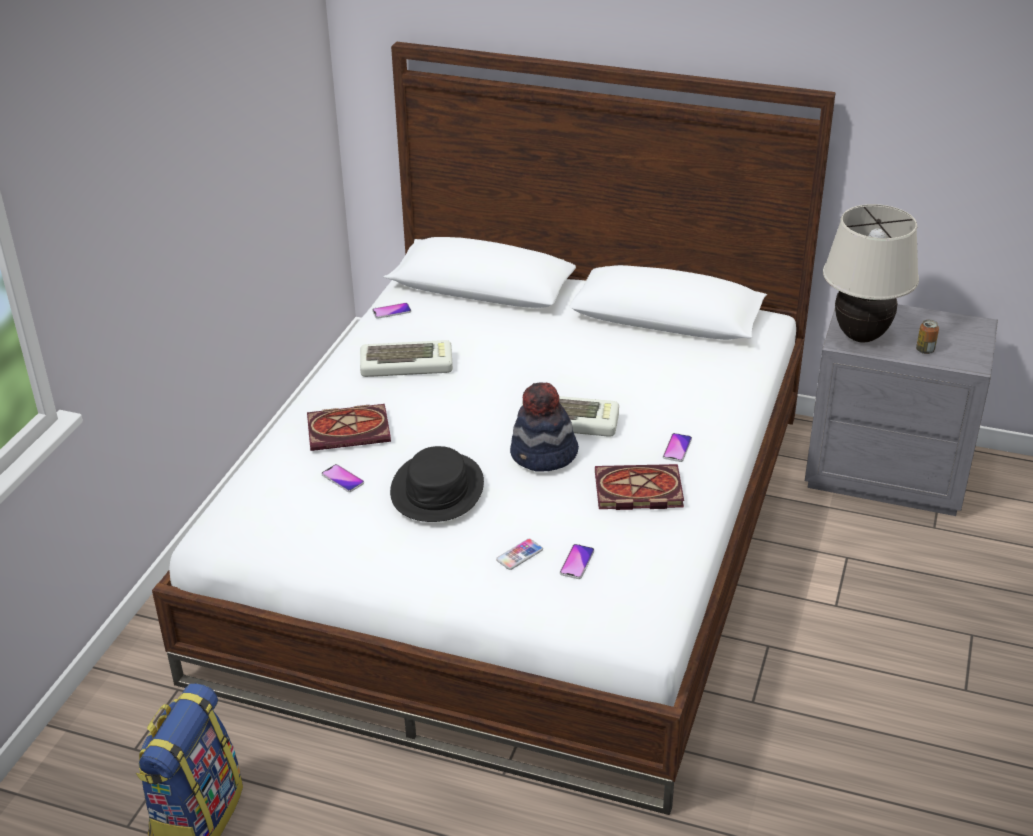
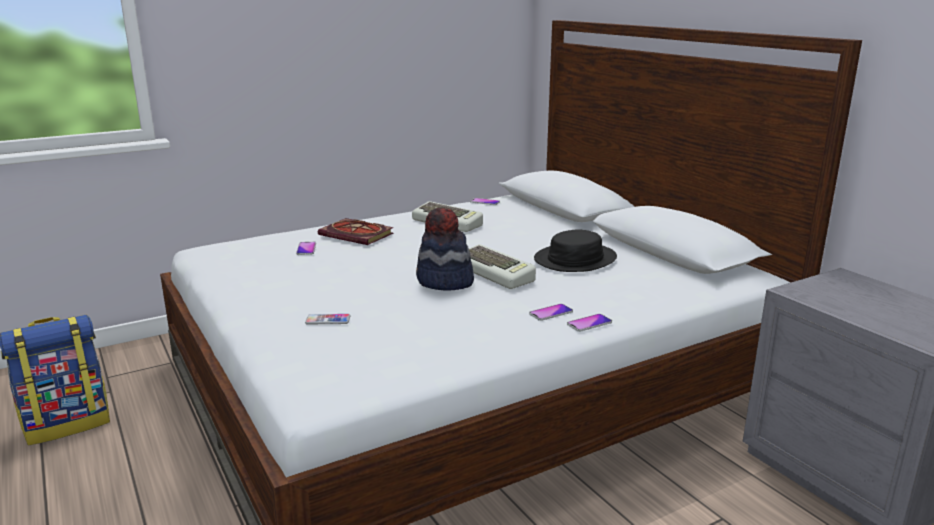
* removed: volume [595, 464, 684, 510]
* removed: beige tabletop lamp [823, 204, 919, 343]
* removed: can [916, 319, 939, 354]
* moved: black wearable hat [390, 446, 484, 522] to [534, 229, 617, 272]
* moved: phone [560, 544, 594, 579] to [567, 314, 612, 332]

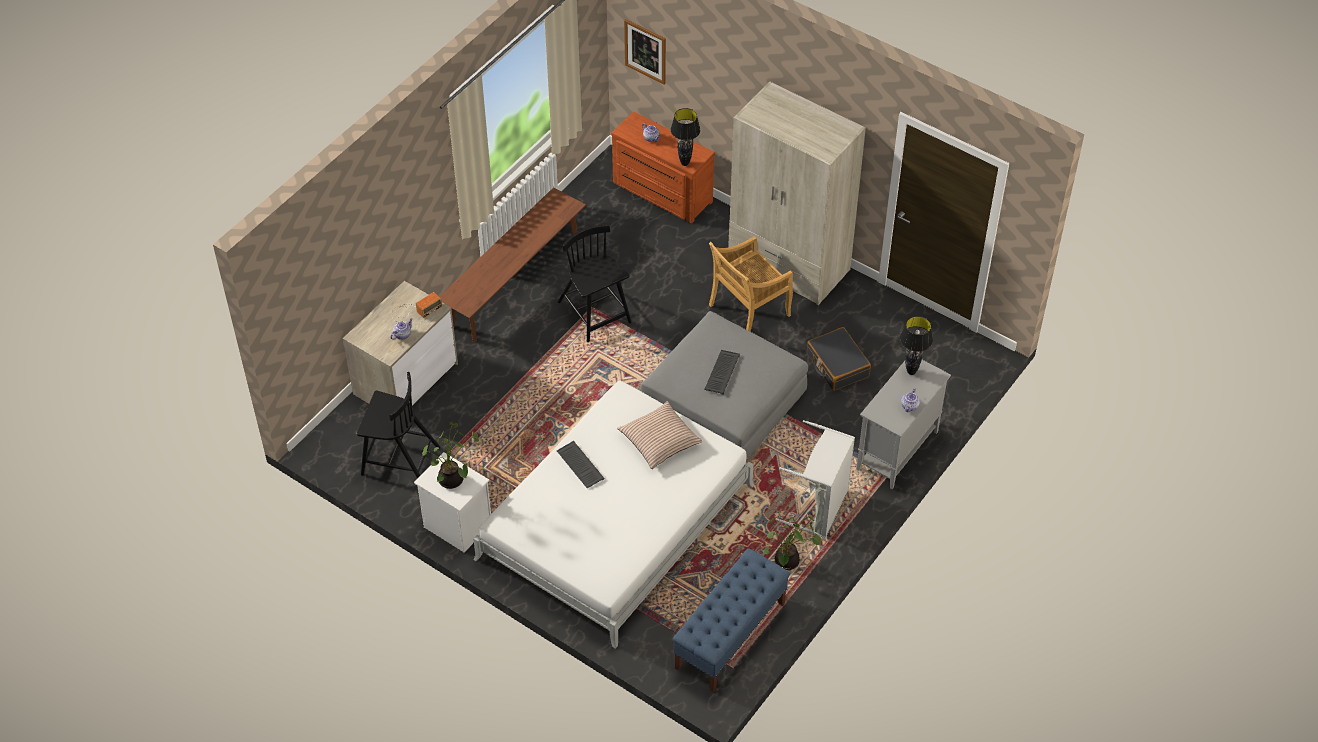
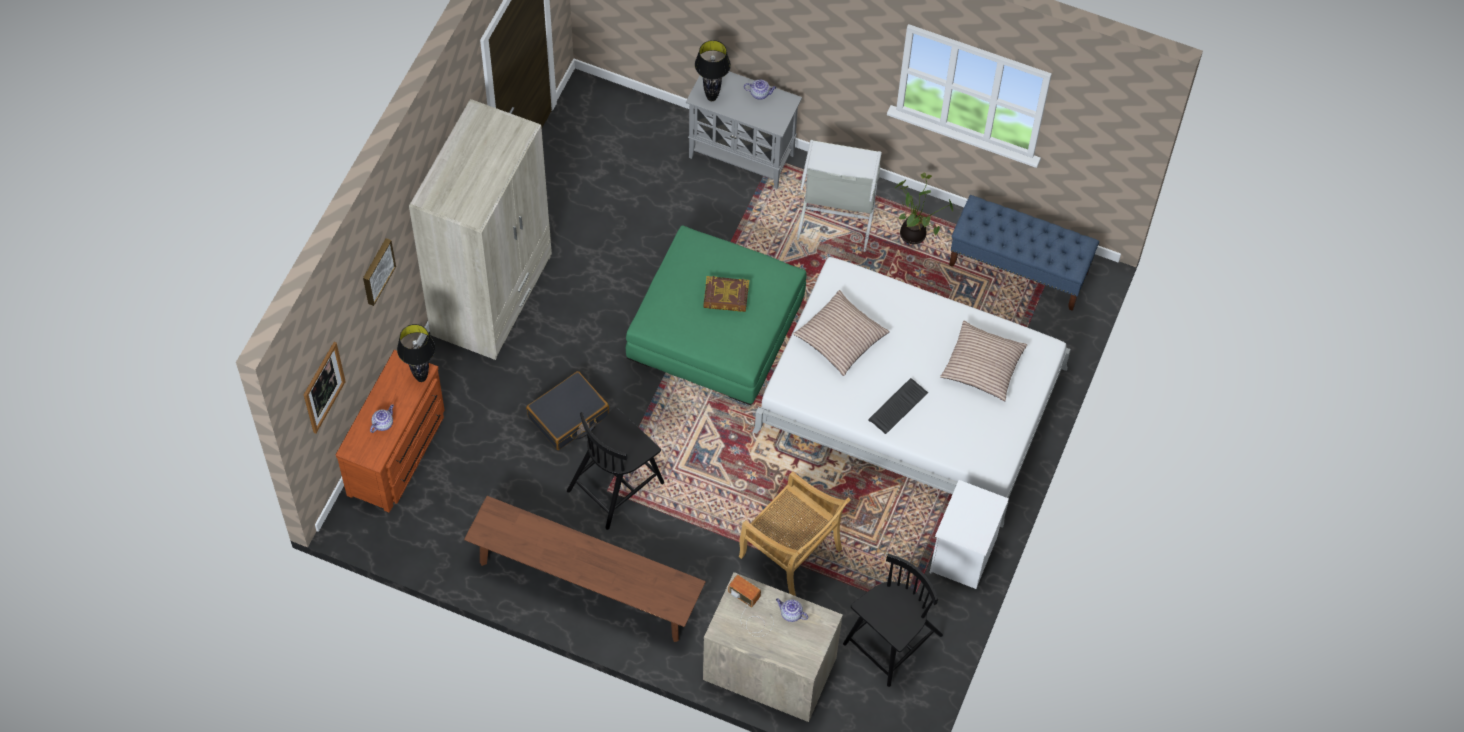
* removed: houseplant [422, 422, 479, 489]
* added: wall art [363, 238, 396, 306]
* added: throw pillow [940, 321, 1027, 401]
* moved: beige plain chair [709, 236, 793, 332] to [739, 471, 851, 596]
* moved: black travel case [807, 327, 871, 391] to [526, 371, 609, 450]
* replaced: PC keyboard [704, 350, 740, 395] to volume [703, 276, 749, 312]
* recoloured: grey ottoman [641, 311, 808, 459] to green ottoman [626, 225, 806, 406]
* turned: black plain chair [357, 372, 440, 479] = [843, 554, 943, 687] 45 degrees clockwise

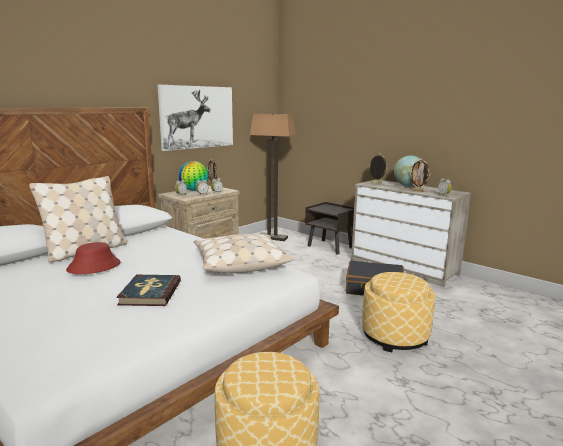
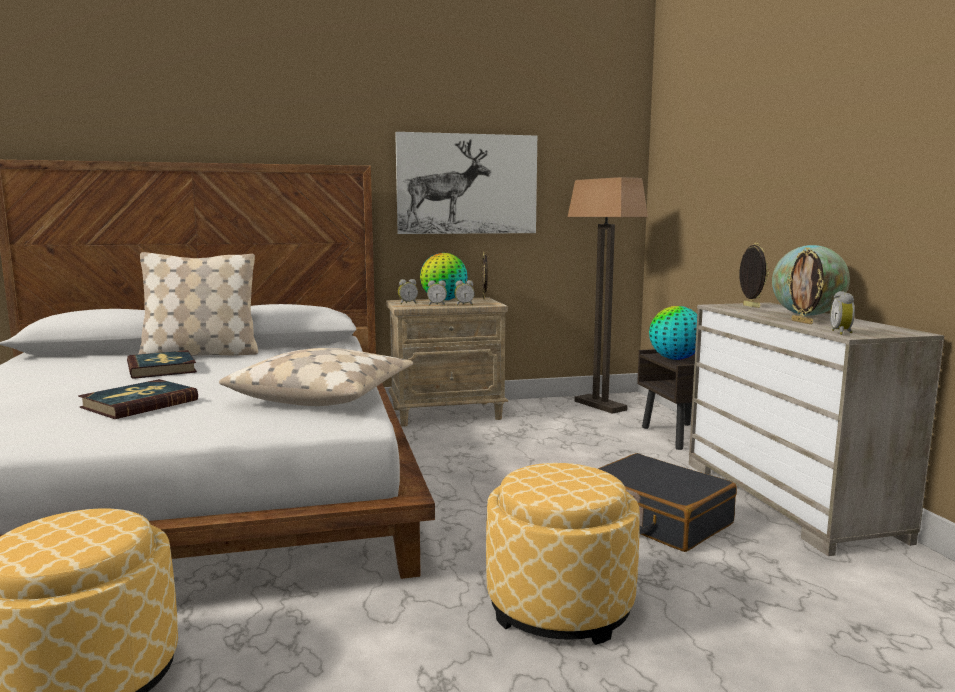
* added: desk globe [649, 306, 697, 360]
* replaced: reddish wearable hat [66, 242, 121, 274] to volume [127, 350, 197, 379]

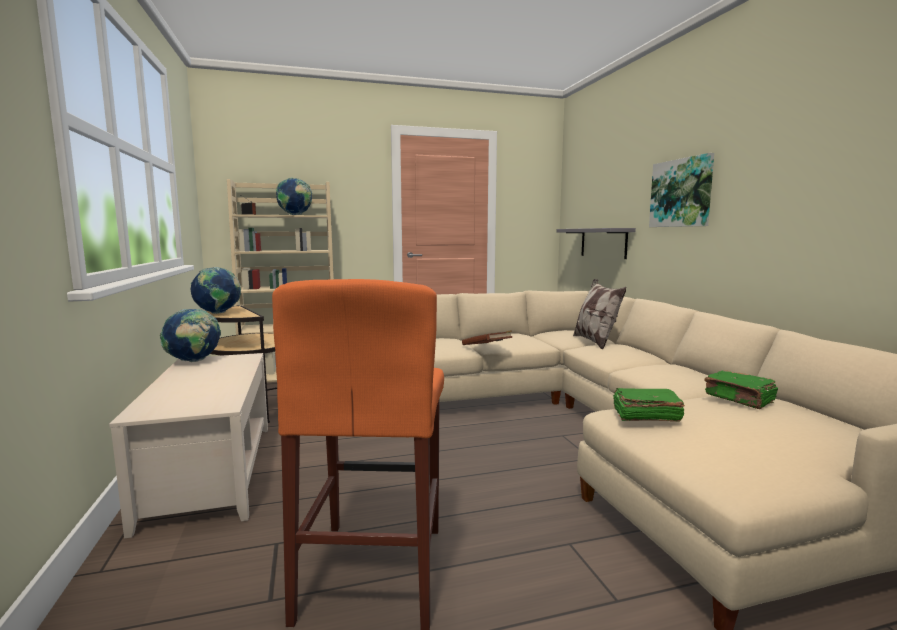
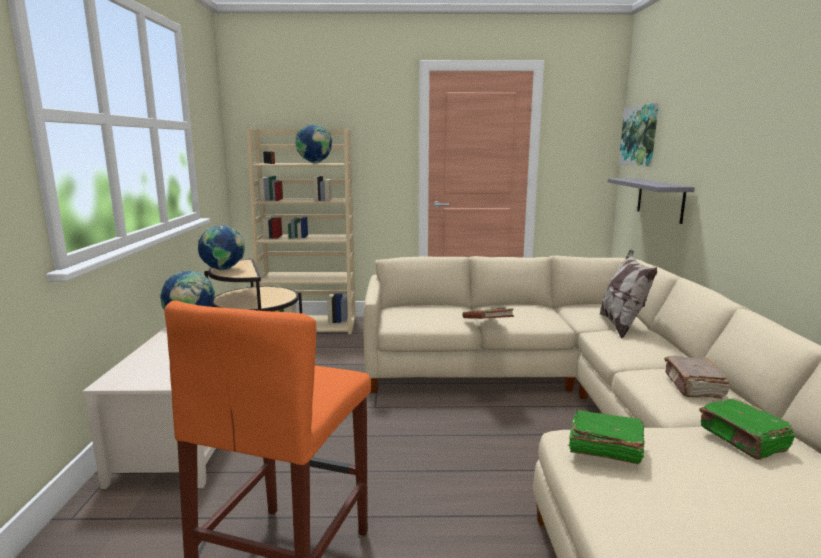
* added: brown-coloured volume [664, 356, 730, 399]
* moved: wall art [649, 153, 714, 227] to [619, 103, 659, 167]

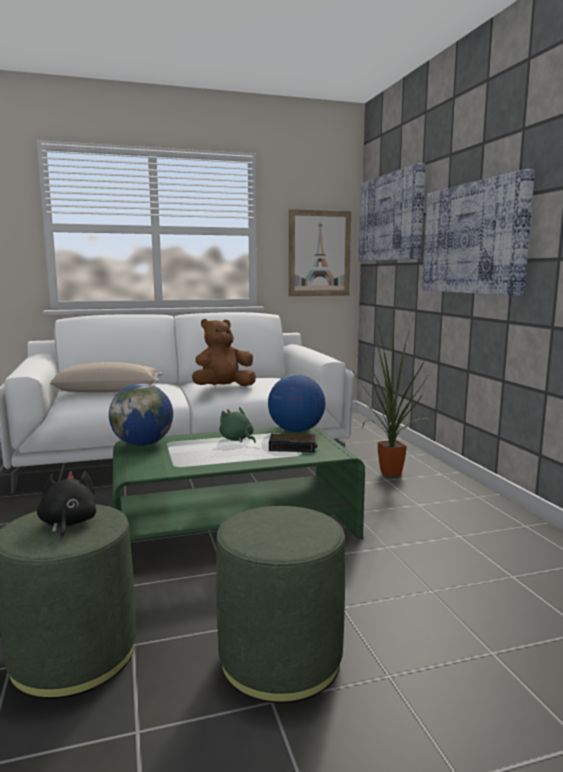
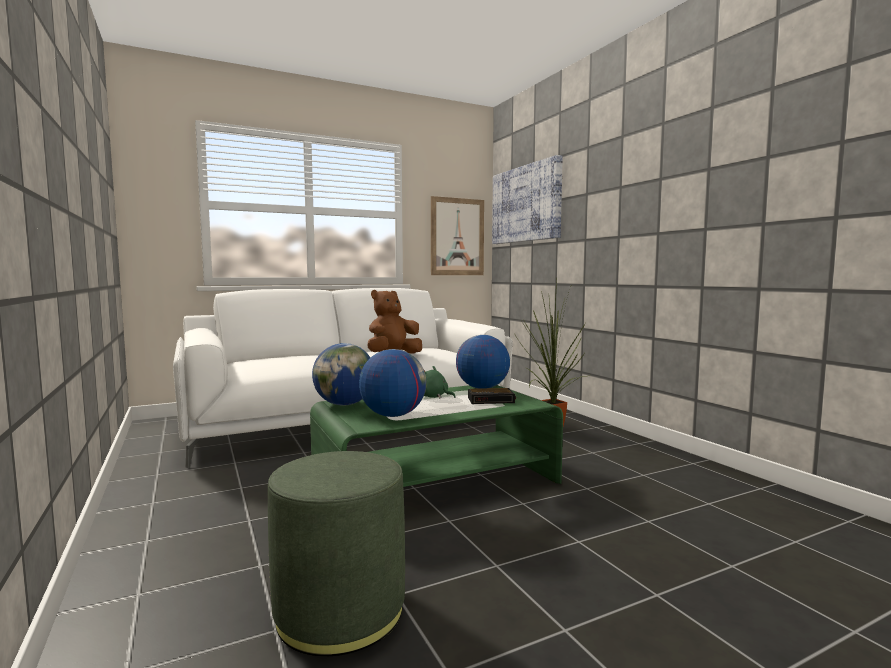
* removed: black cuddly toy [37, 471, 96, 540]
* removed: beige throw pillow [50, 362, 163, 392]
* removed: green ottoman [216, 506, 345, 703]
* removed: wall art [422, 169, 535, 296]
* added: desk globe [359, 349, 427, 417]

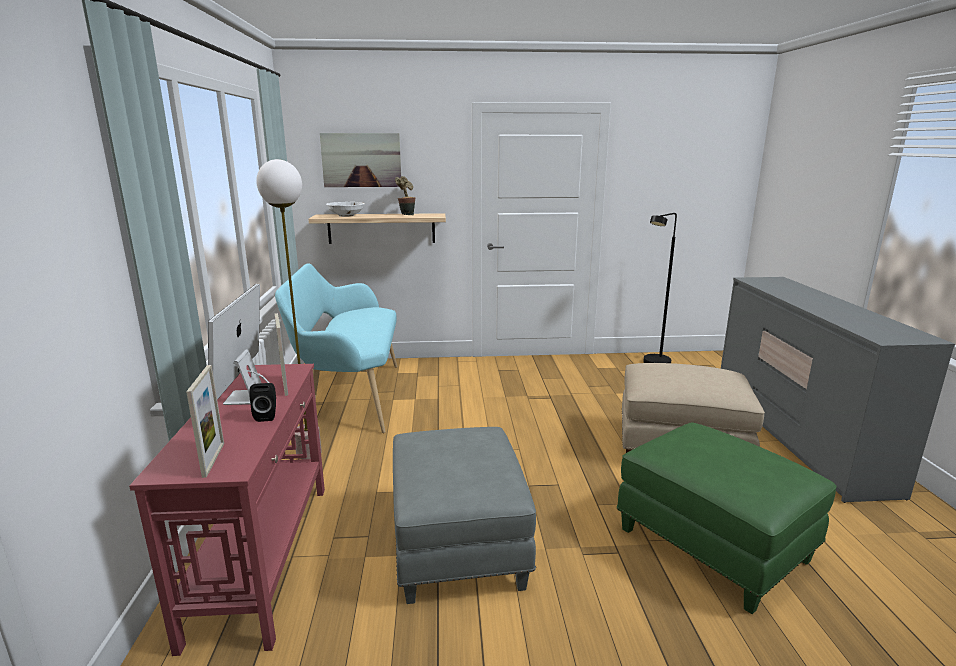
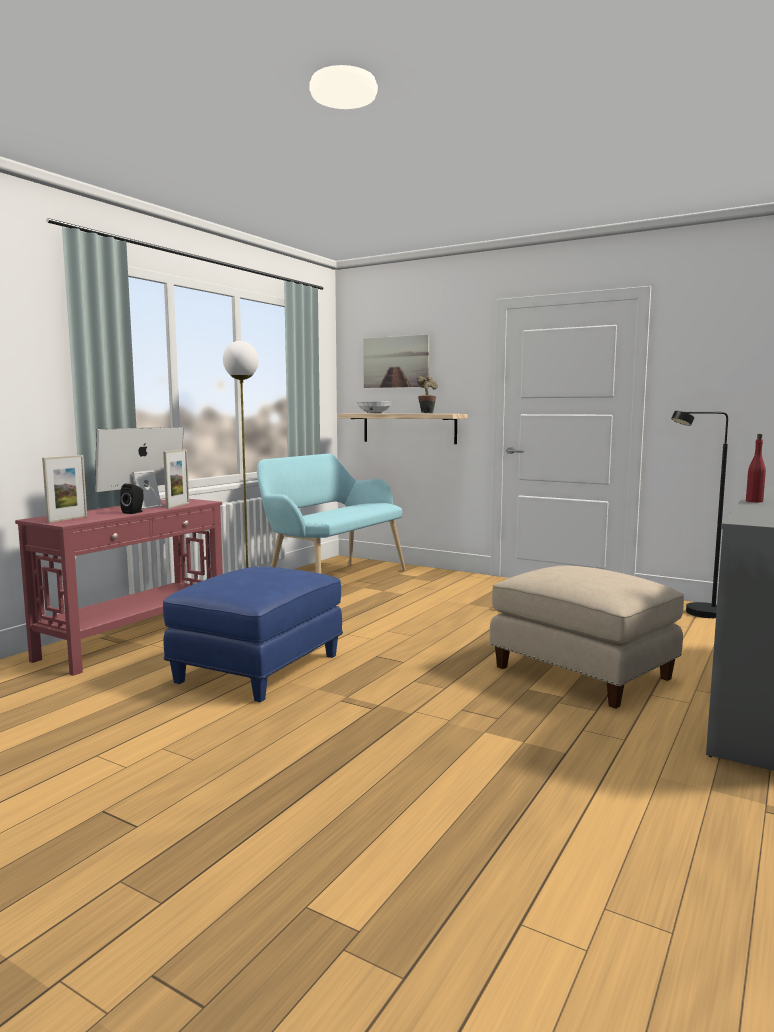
* removed: green ottoman [617, 422, 837, 614]
* added: reddish beverage bottle [746, 434, 766, 502]
* recoloured: grey ottoman [393, 427, 536, 604] to blue ottoman [163, 567, 343, 702]

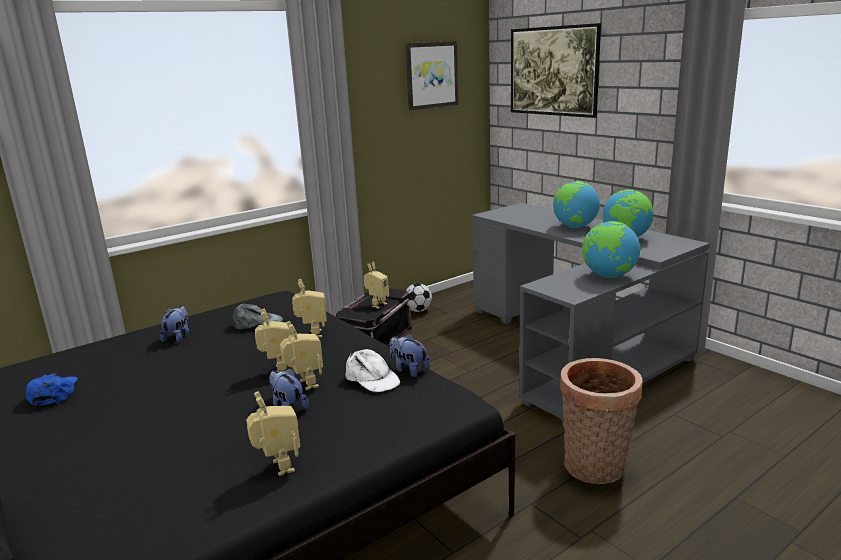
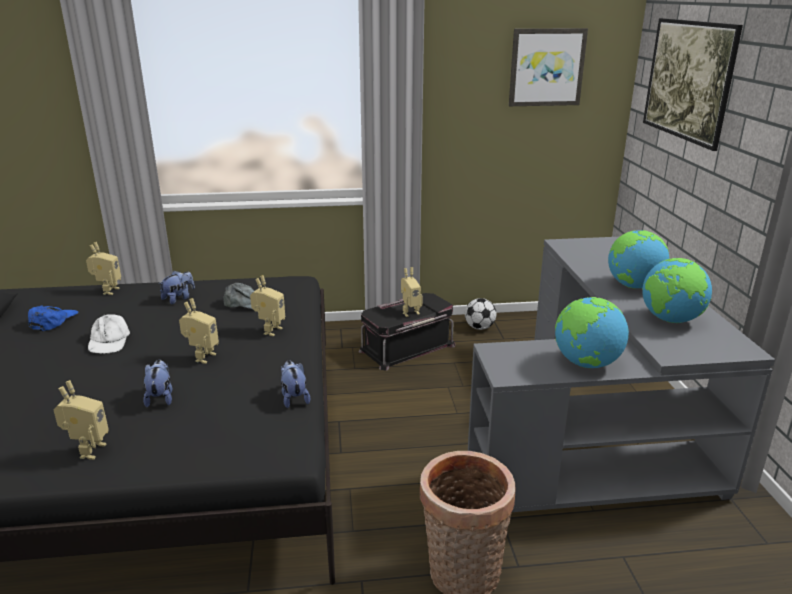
* moved: toy robot [280, 321, 323, 390] to [86, 242, 121, 295]
* moved: whitish peaked cap [345, 349, 400, 392] to [88, 314, 130, 354]

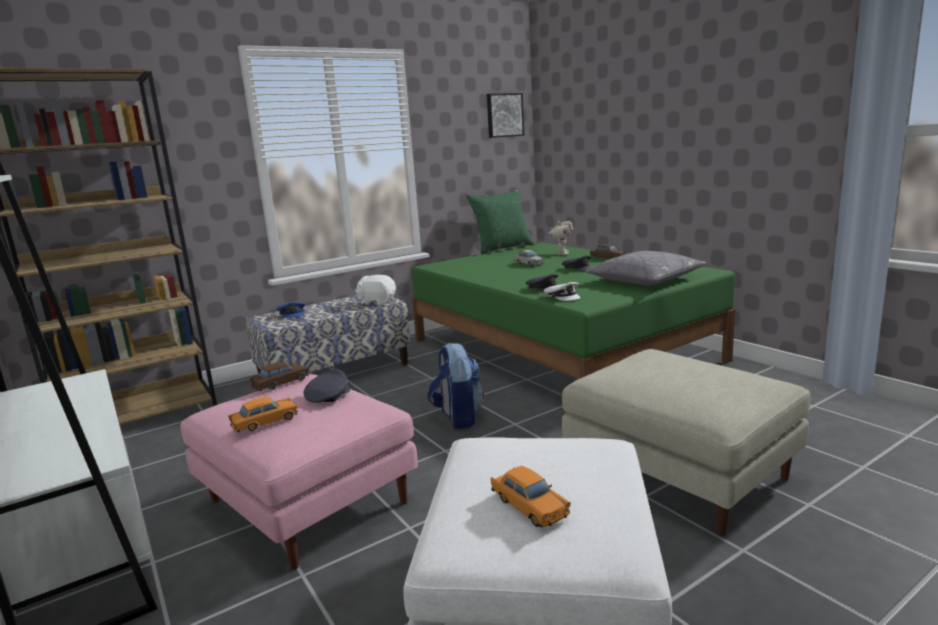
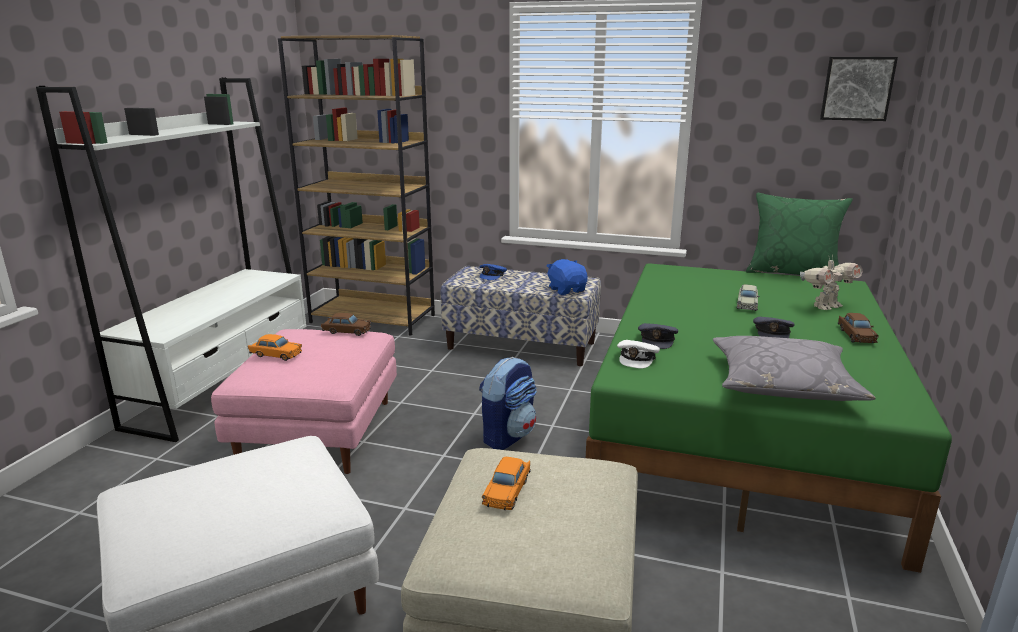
* removed: grey peaked cap [303, 369, 350, 403]
* moved: orange toy car [491, 466, 571, 528] to [482, 457, 531, 510]
* recoloured: whitish cuddly toy [355, 275, 396, 305] to blue cuddly toy [546, 259, 588, 295]

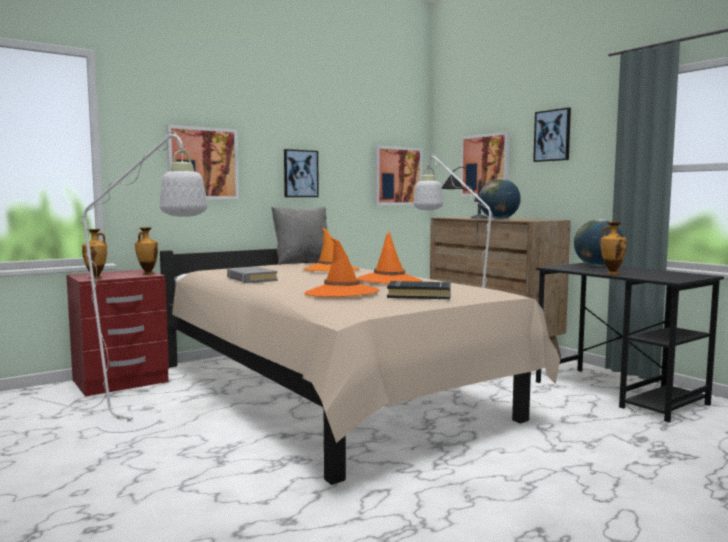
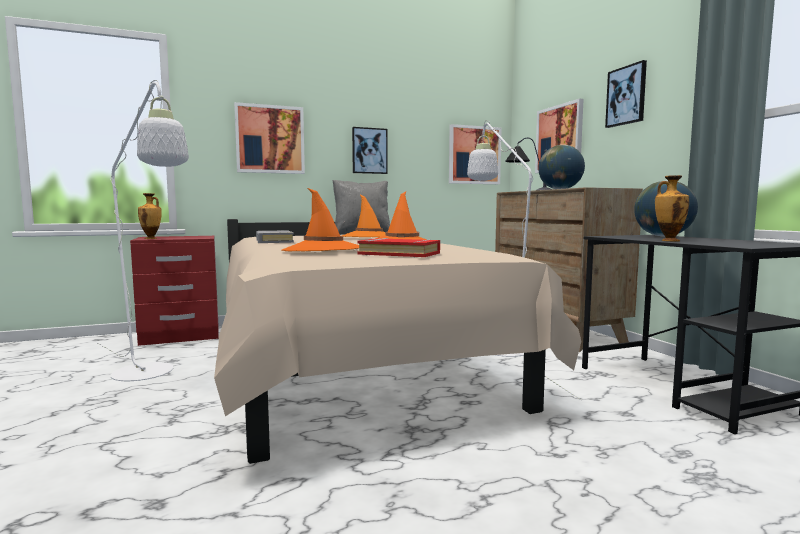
* removed: flower vase [135, 227, 158, 275]
* recoloured: black volume [387, 281, 451, 299] to reddish volume [357, 238, 440, 257]

